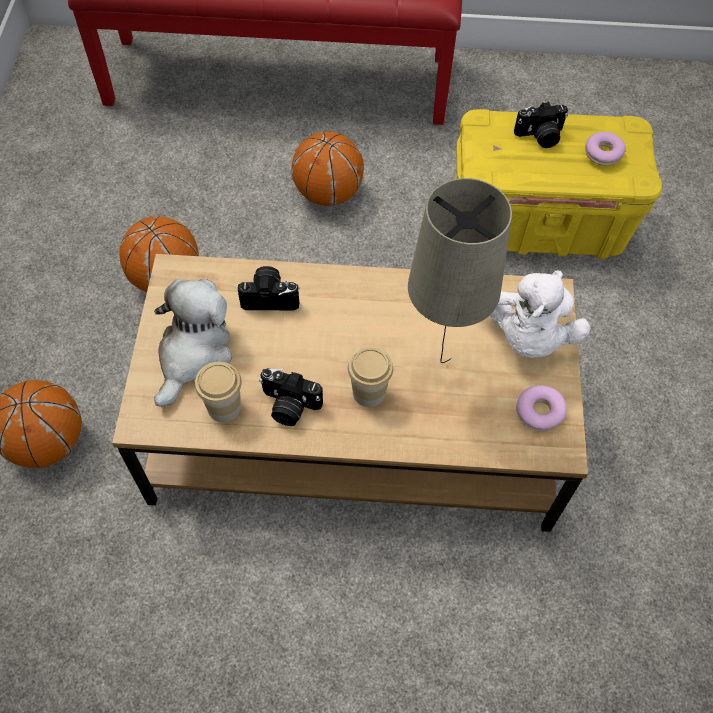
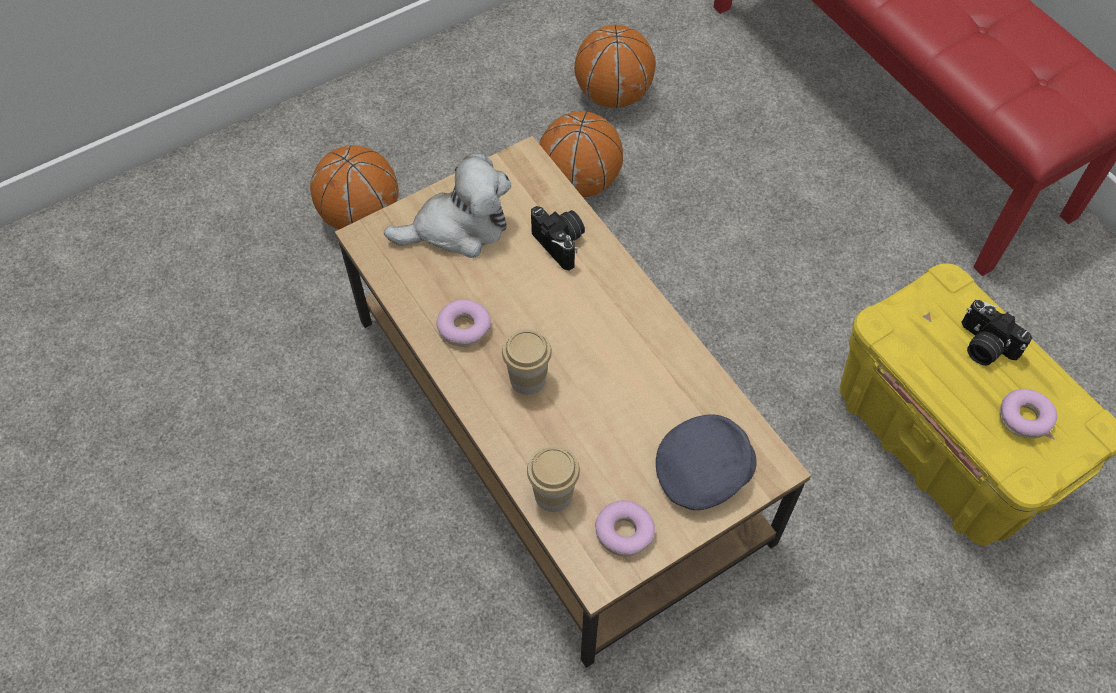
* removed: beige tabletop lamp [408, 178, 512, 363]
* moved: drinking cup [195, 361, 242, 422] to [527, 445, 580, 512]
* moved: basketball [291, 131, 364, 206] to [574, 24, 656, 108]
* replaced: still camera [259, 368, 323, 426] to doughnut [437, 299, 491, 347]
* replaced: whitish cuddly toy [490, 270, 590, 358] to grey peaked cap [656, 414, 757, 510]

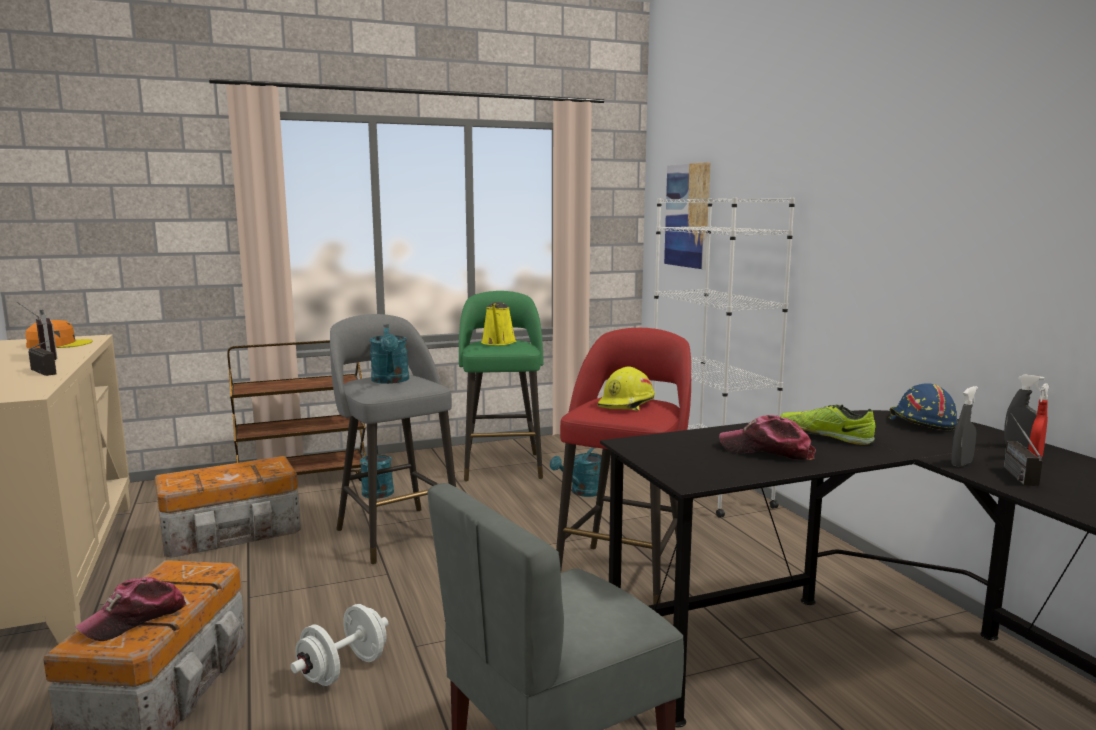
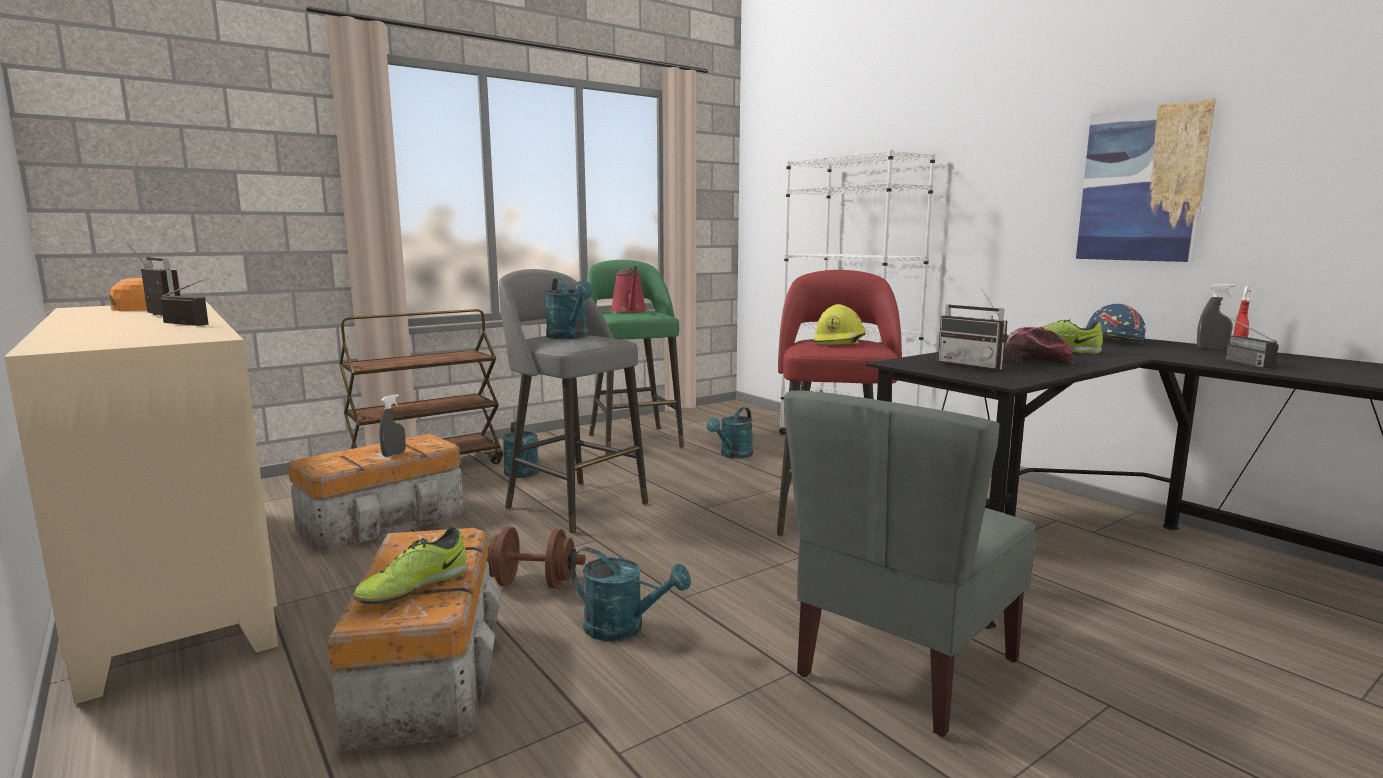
* added: brown-coloured hand weight [487, 527, 586, 589]
* added: radio [938, 288, 1008, 370]
* moved: wall art [664, 162, 711, 269] to [1076, 98, 1216, 262]
* moved: grey sprayer [951, 386, 978, 467] to [379, 394, 405, 457]
* replaced: peaked cap [75, 577, 186, 641] to shoe [353, 527, 468, 604]
* replaced: whitish hand weight [291, 604, 388, 686] to turquoise-coloured watering can [570, 547, 691, 641]
* recoloured: yellowish watering can [481, 302, 516, 345] to reddish watering can [611, 266, 647, 313]

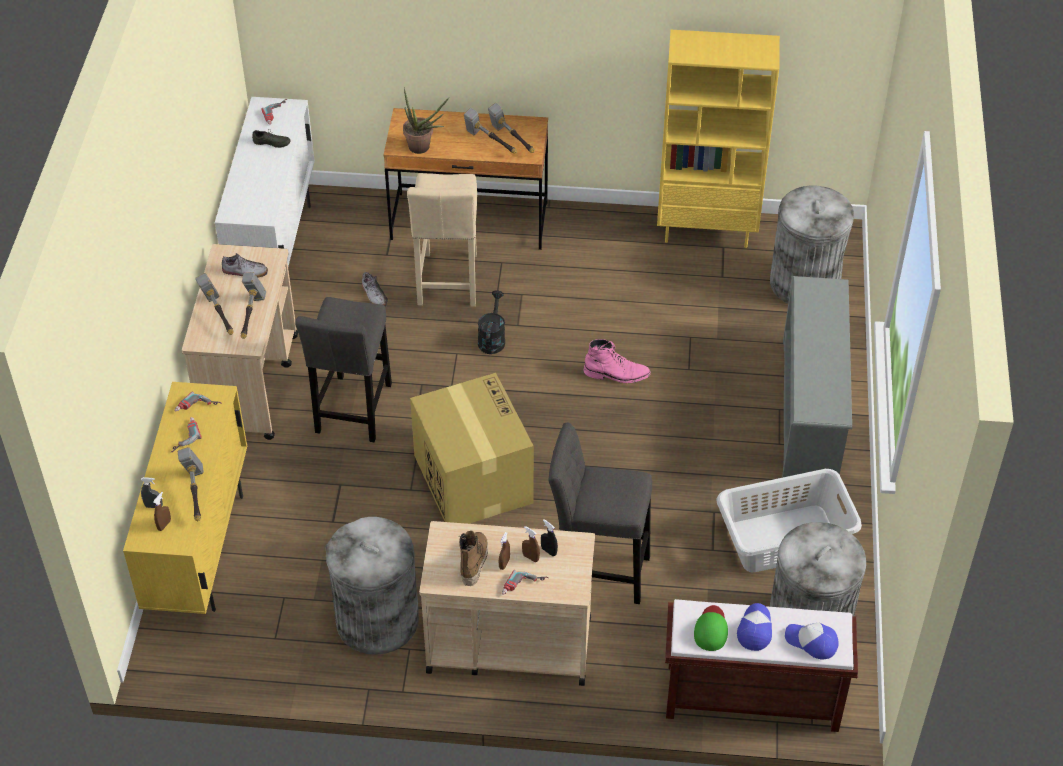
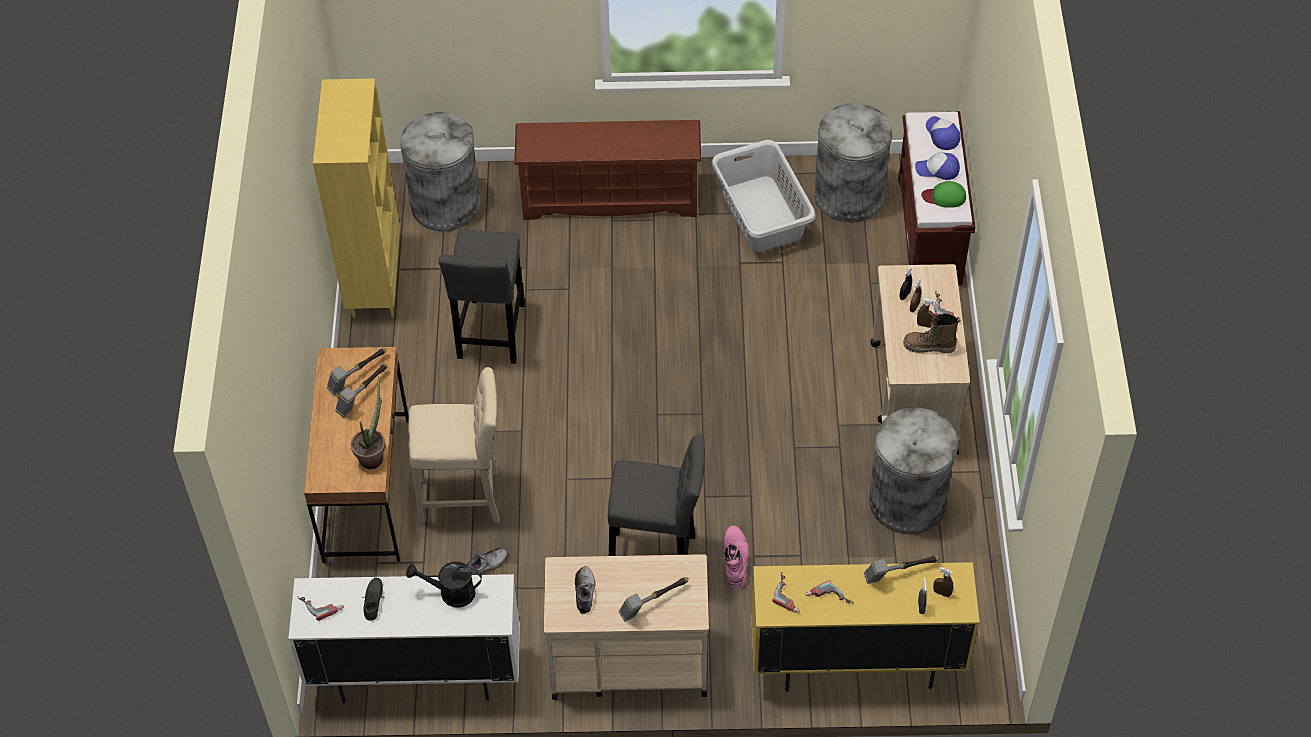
* removed: hammer [241, 272, 266, 339]
* removed: cardboard box [410, 373, 534, 524]
* moved: black watering can [478, 290, 505, 354] to [406, 562, 482, 608]
* moved: grey sitting stool [549, 423, 652, 604] to [438, 229, 525, 364]
* moved: pinkish tall boot [583, 339, 651, 383] to [724, 526, 749, 588]
* recoloured: grey shoe rack [782, 276, 852, 478] to brown-coloured shoe rack [514, 120, 702, 220]
* turned: peaked cap [785, 623, 839, 660] = [926, 116, 961, 150] 135 degrees clockwise

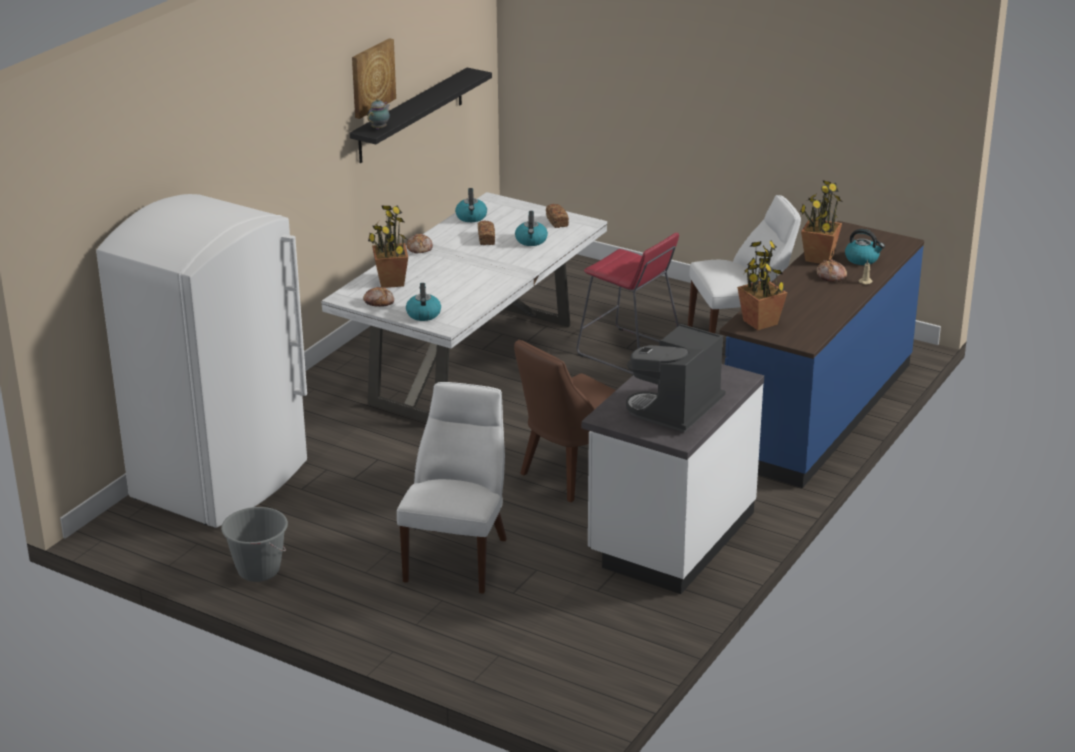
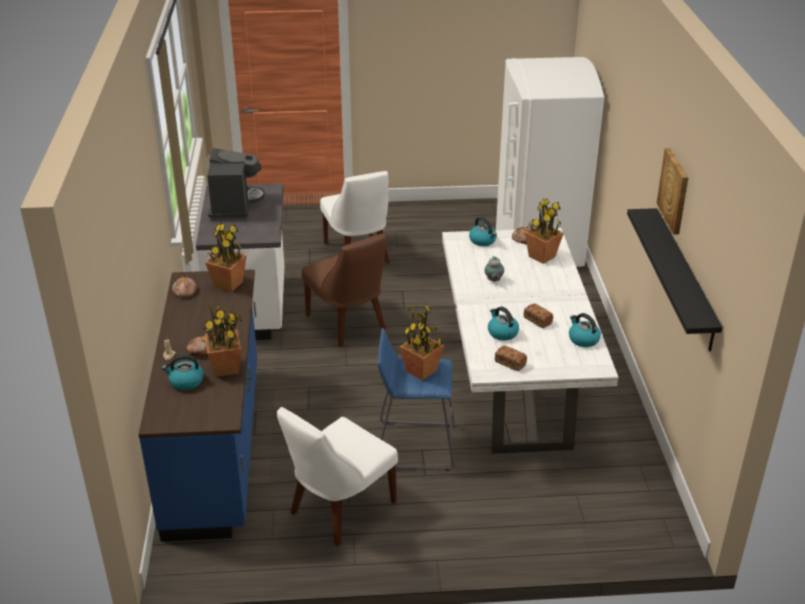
* removed: grey bucket [221, 507, 288, 582]
* added: houseplant [400, 304, 444, 381]
* moved: teapot [367, 99, 390, 129] to [485, 256, 504, 282]
* moved: bakery bread [407, 234, 433, 253] to [172, 276, 197, 298]
* recoloured: reddish sitting stool [576, 233, 679, 376] to blue sitting stool [377, 328, 455, 471]
* turned: brown-coloured plain chair [514, 340, 616, 502] = [302, 233, 386, 347] 135 degrees clockwise

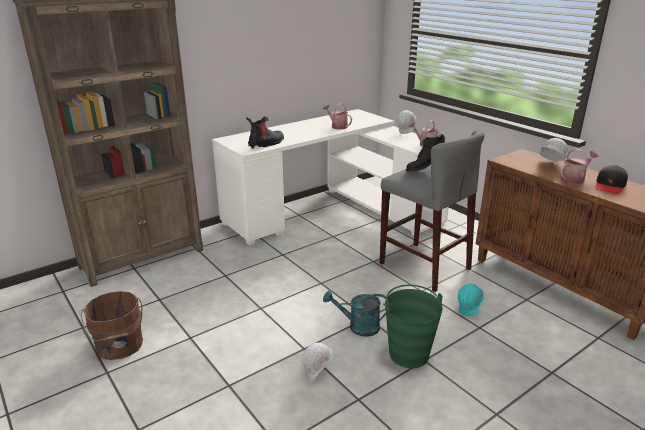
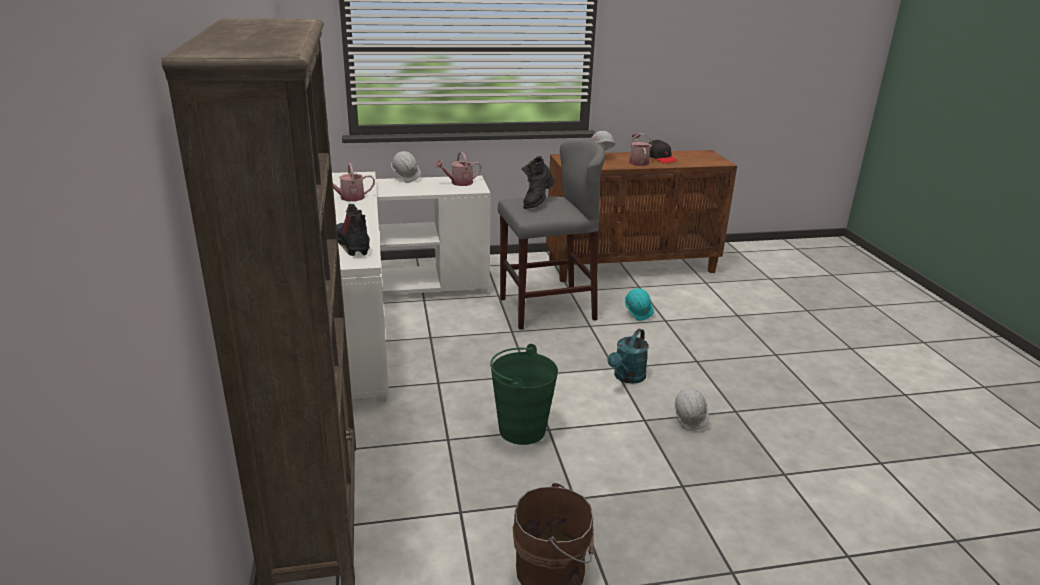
* moved: green bucket [383, 285, 443, 368] to [490, 344, 558, 445]

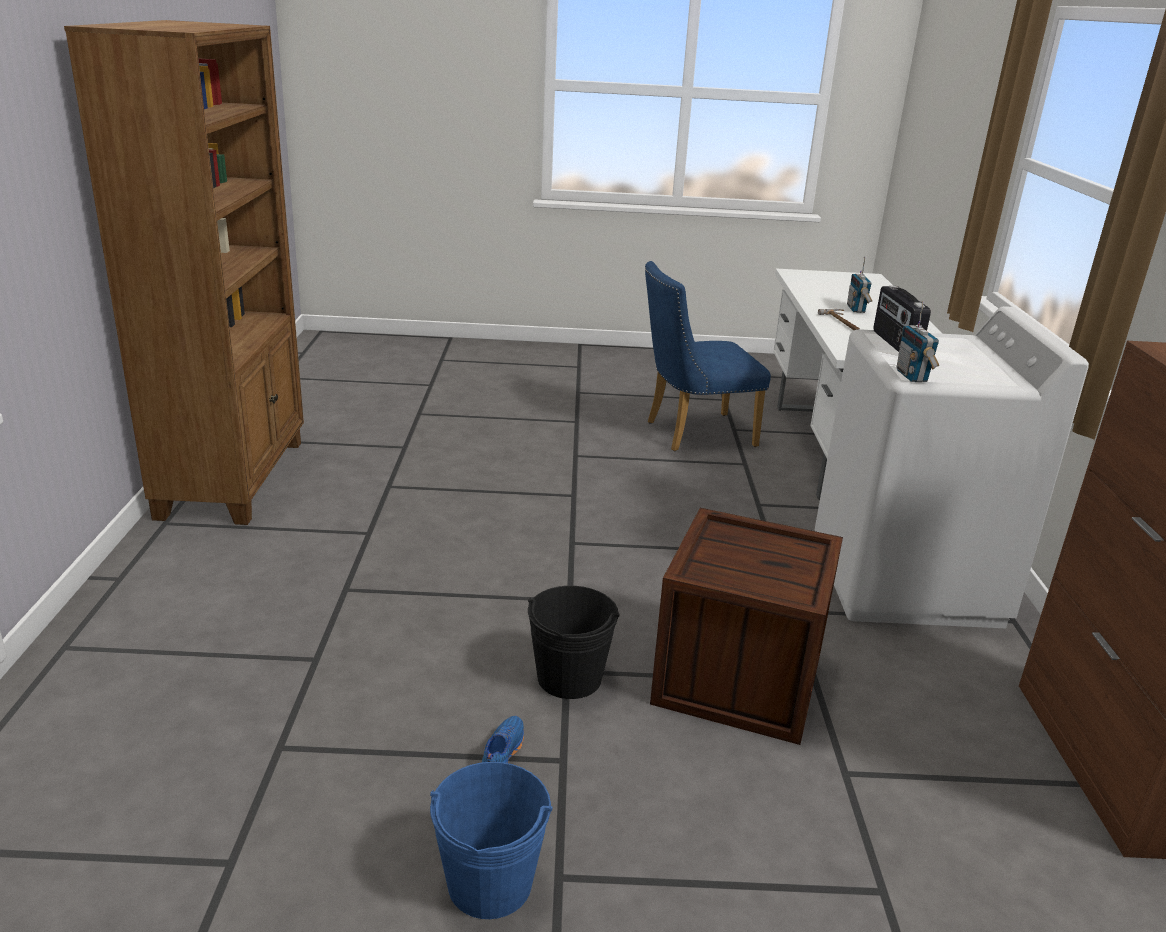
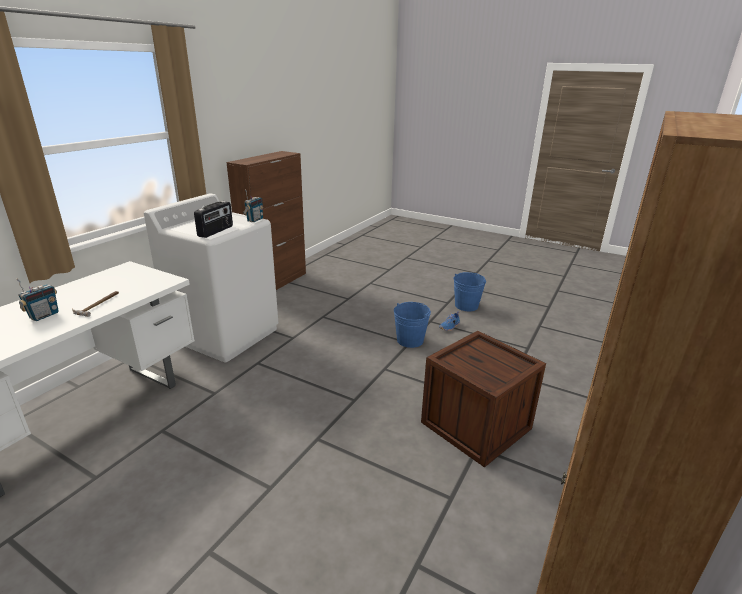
* removed: blue plain chair [645, 261, 771, 451]
* moved: shipping crate [650, 508, 843, 745] to [421, 331, 546, 468]
* recoloured: black bucket [528, 586, 620, 699] to blue bucket [394, 302, 431, 348]

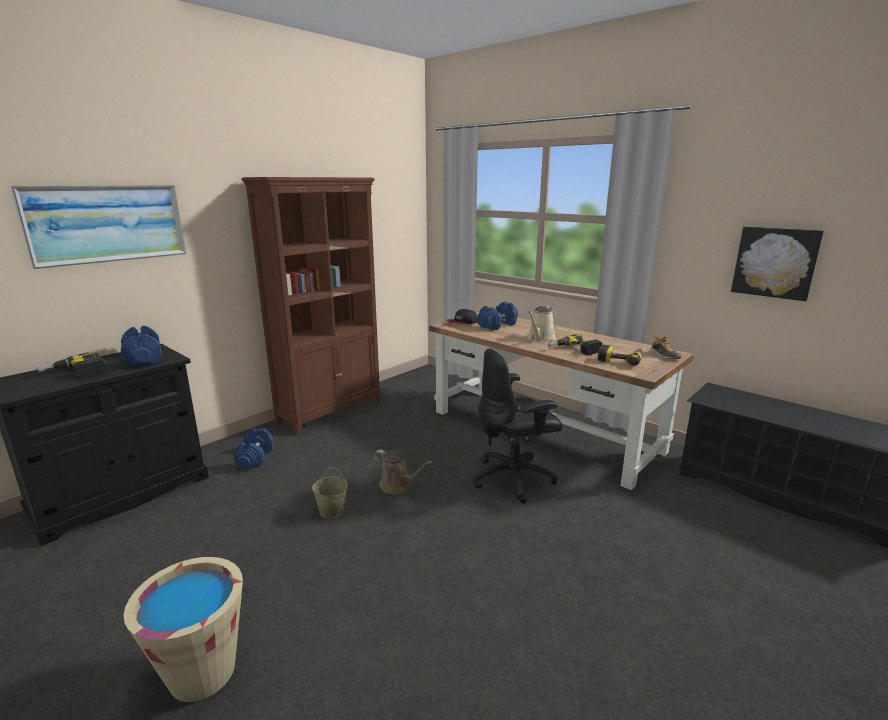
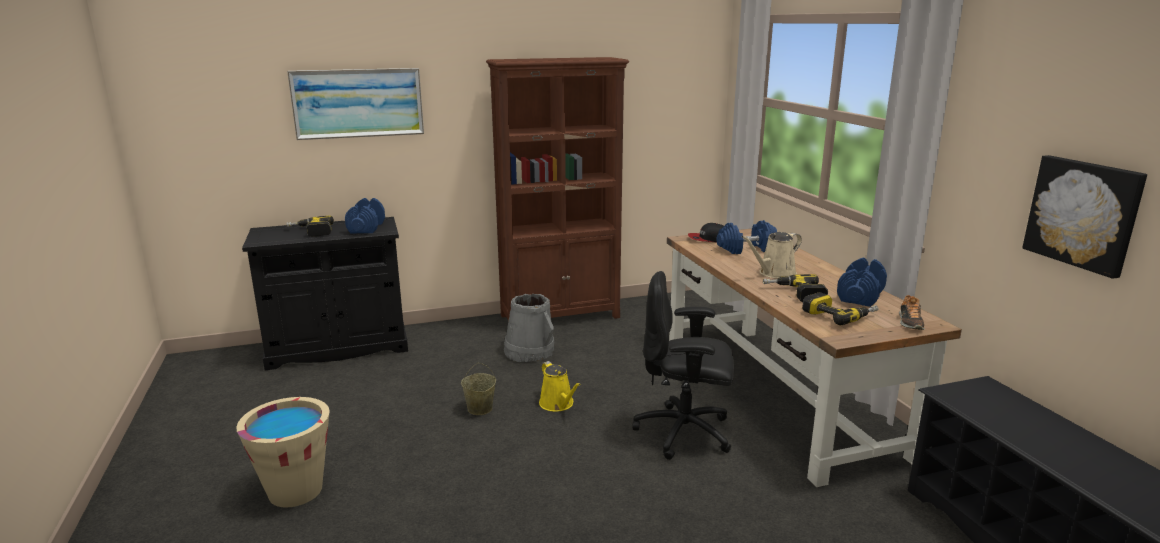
* added: grey bucket [504, 294, 554, 362]
* moved: blue hand weight [233, 428, 274, 468] to [837, 258, 887, 307]
* recoloured: brown-coloured watering can [373, 450, 433, 494] to yellowish watering can [539, 361, 581, 412]

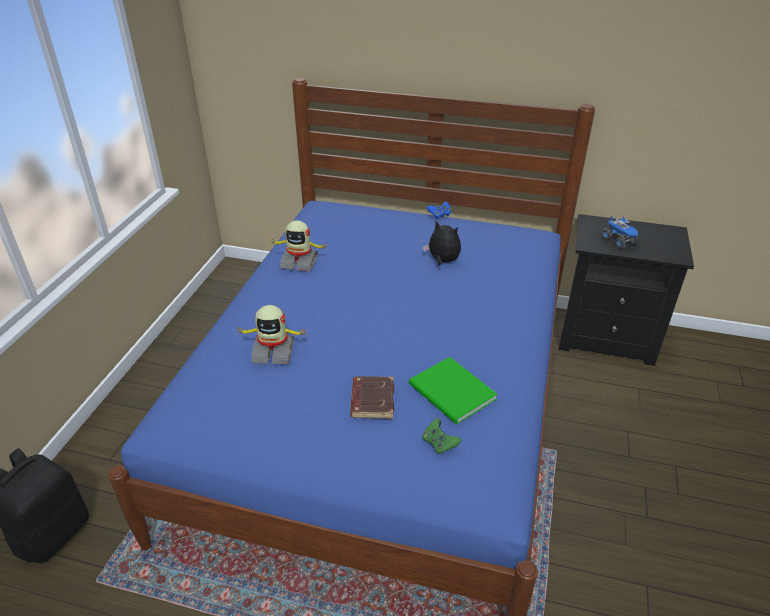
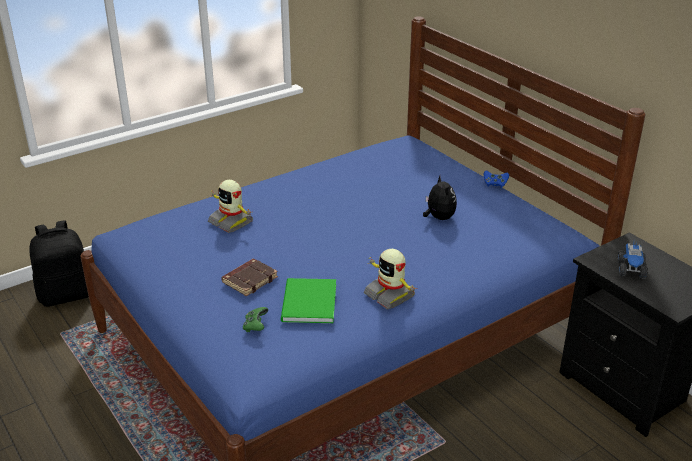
* moved: toy robot [269, 221, 327, 272] to [364, 249, 418, 309]

